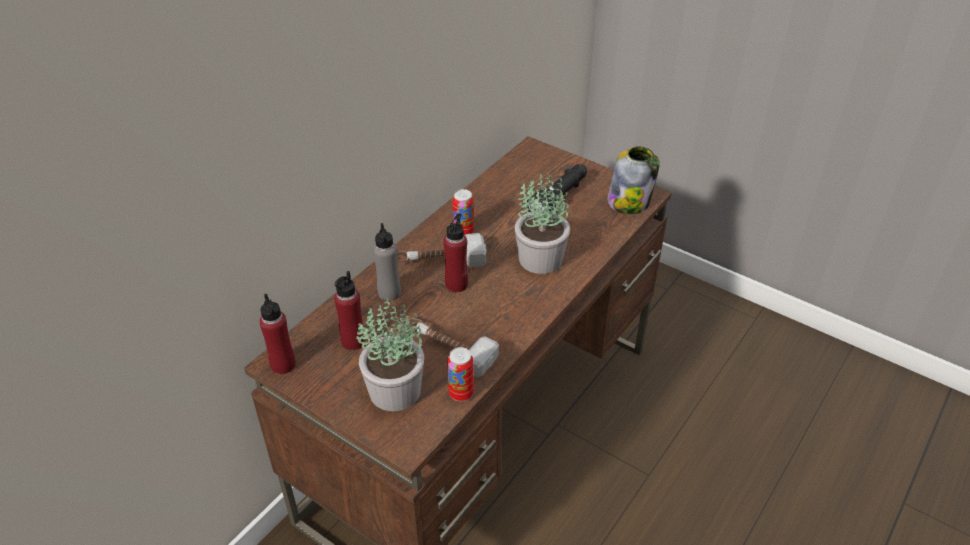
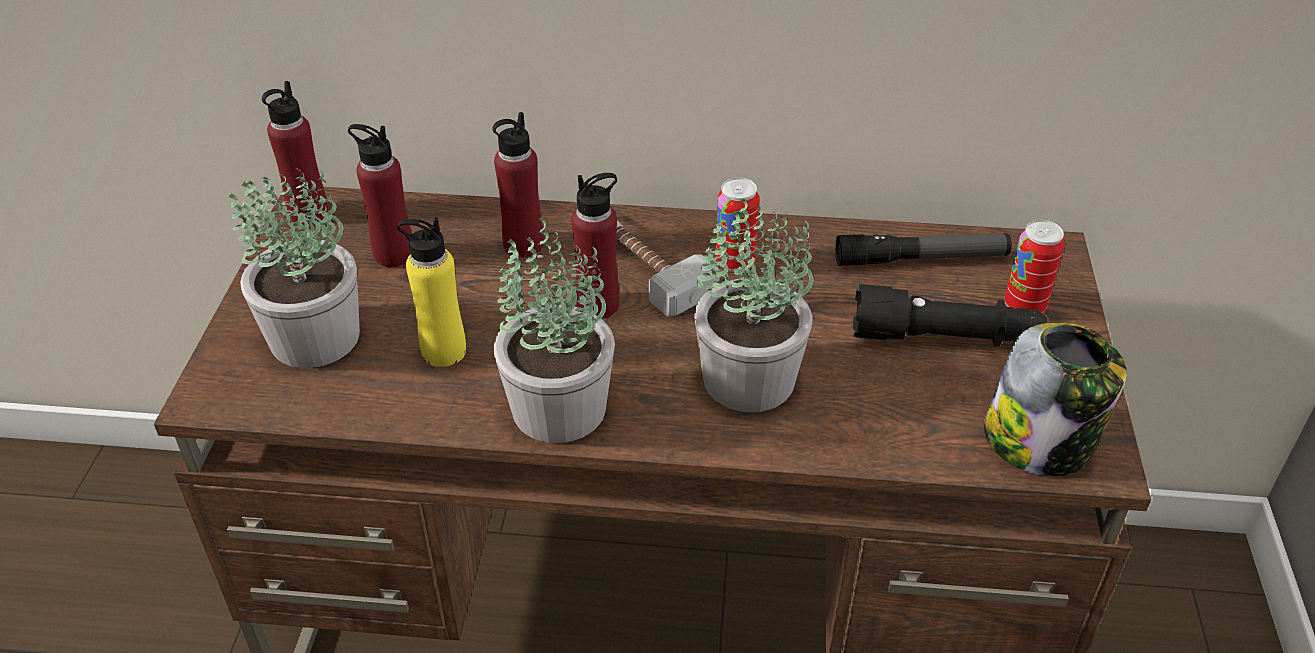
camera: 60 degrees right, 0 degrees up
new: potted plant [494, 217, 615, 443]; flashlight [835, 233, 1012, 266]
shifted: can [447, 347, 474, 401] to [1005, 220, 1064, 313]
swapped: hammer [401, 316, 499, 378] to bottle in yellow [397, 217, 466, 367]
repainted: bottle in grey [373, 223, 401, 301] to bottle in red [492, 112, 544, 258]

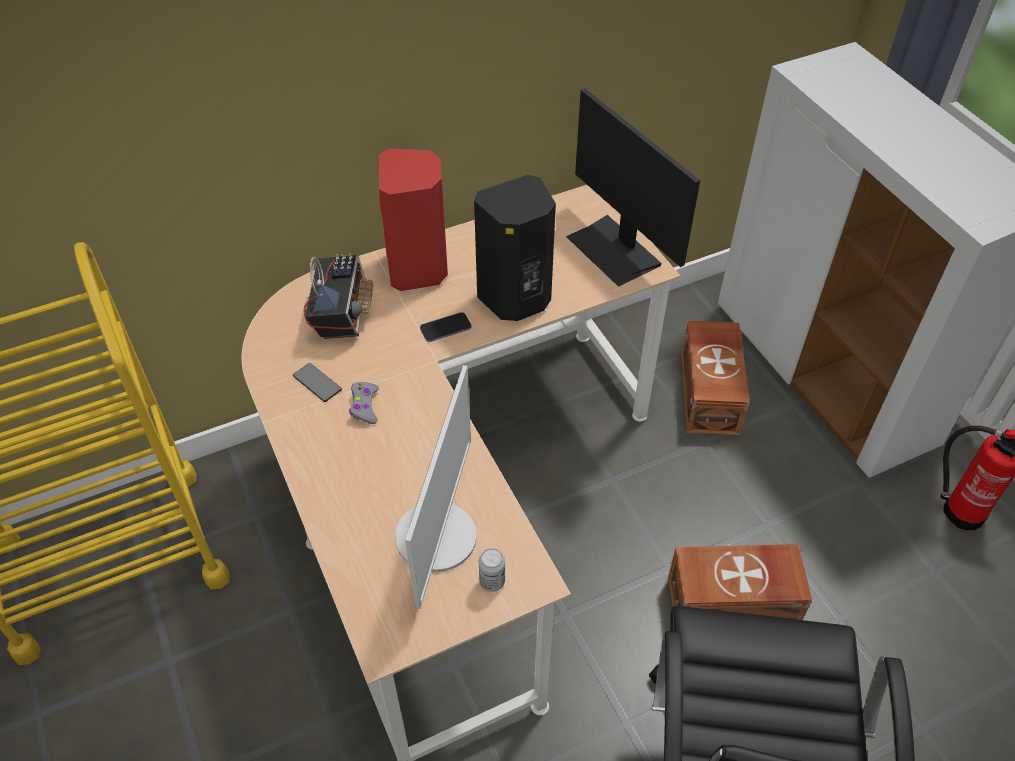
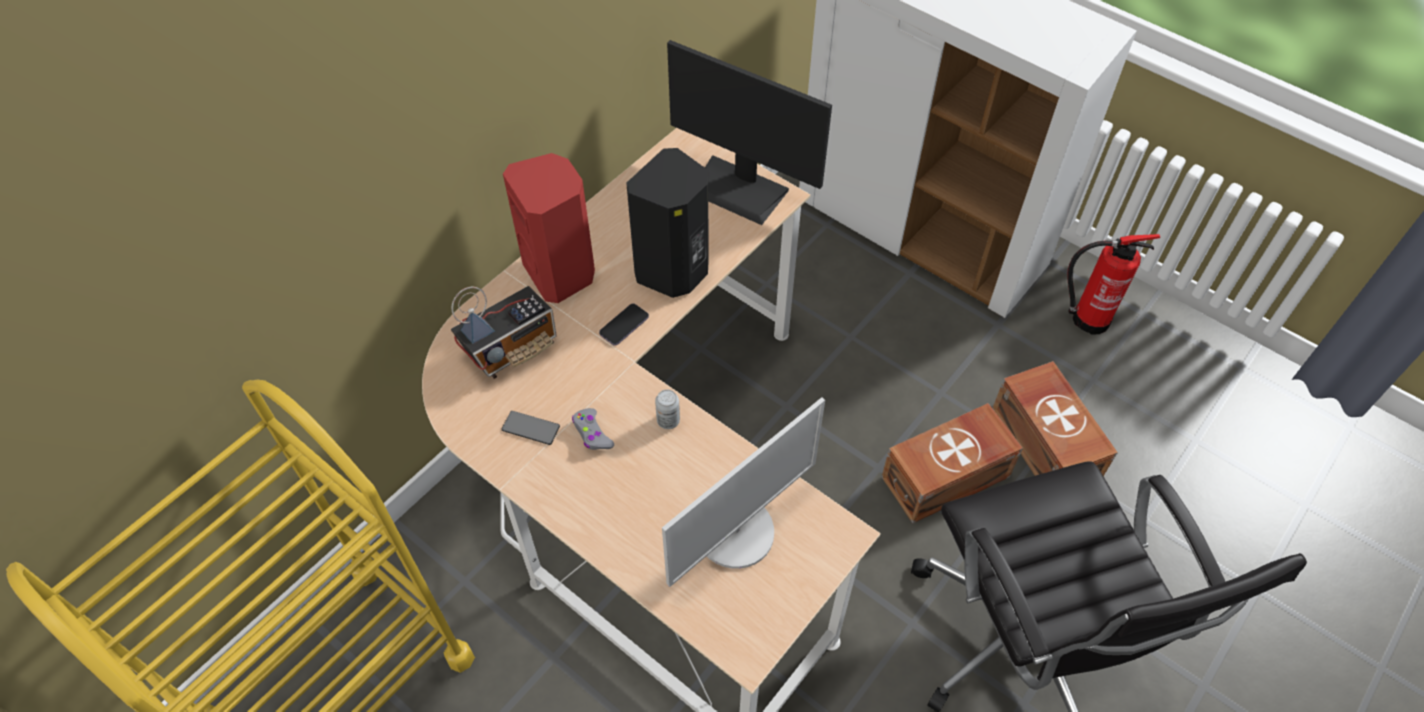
camera: 25 degrees left, 5 degrees up
shifted: storage box in brown [681, 321, 749, 436] to [992, 361, 1118, 476]; can [479, 548, 505, 592] to [655, 389, 680, 429]
rotated: radio [304, 253, 373, 339] = [451, 286, 557, 379] 75 degrees clockwise; monitor [395, 365, 476, 609] = [662, 397, 825, 587] 60 degrees clockwise

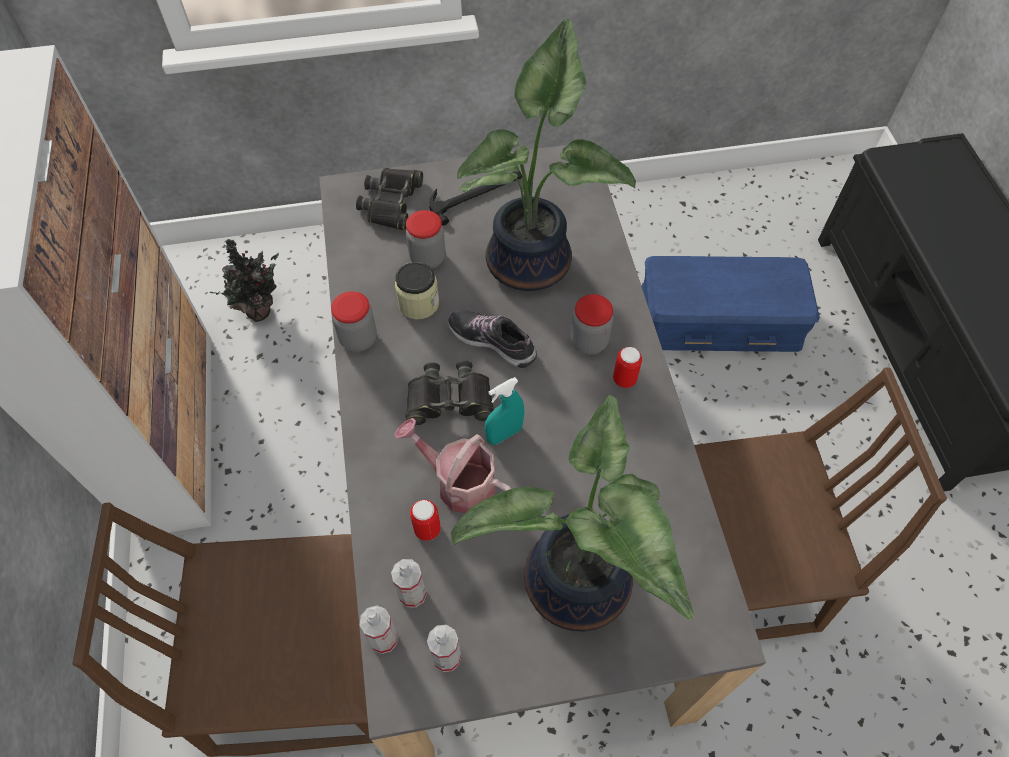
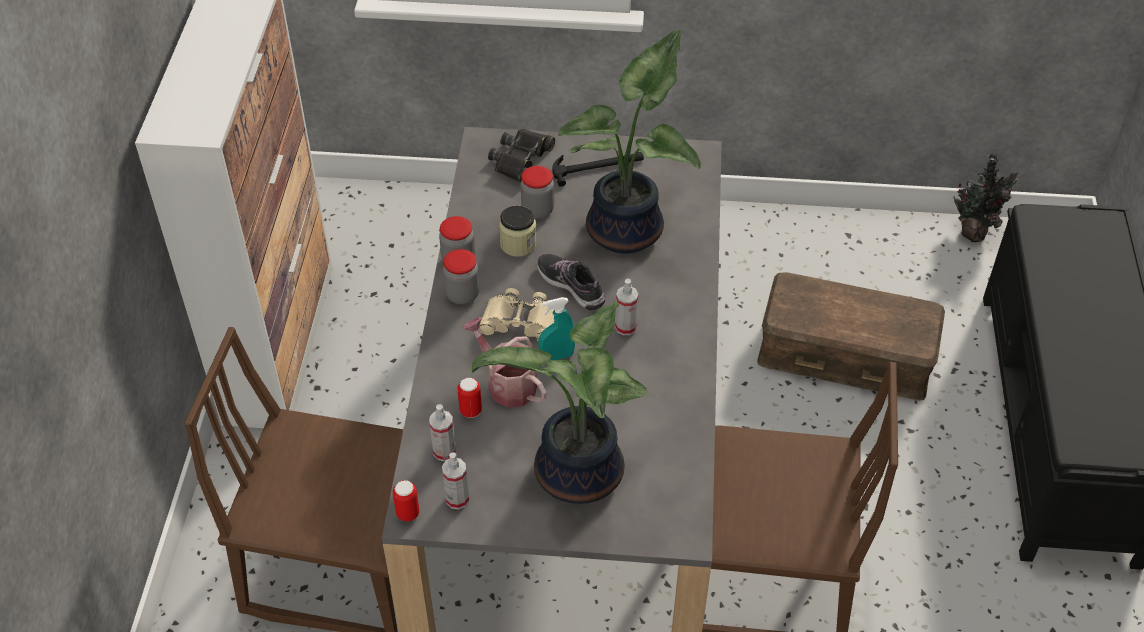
camera: 15 degrees right, 10 degrees down
shifted: potted plant [210, 239, 279, 322] to [953, 154, 1019, 242]; jar [570, 294, 613, 355] to [443, 249, 480, 304]; can [613, 347, 642, 388] to [393, 480, 419, 522]; spray bottle [360, 605, 398, 654] to [615, 279, 638, 335]
repainted: storage box in blue [641, 256, 820, 352] to storage box in brown [757, 272, 945, 400]; binoculars in black [406, 360, 494, 426] to binoculars in beige [478, 288, 554, 341]

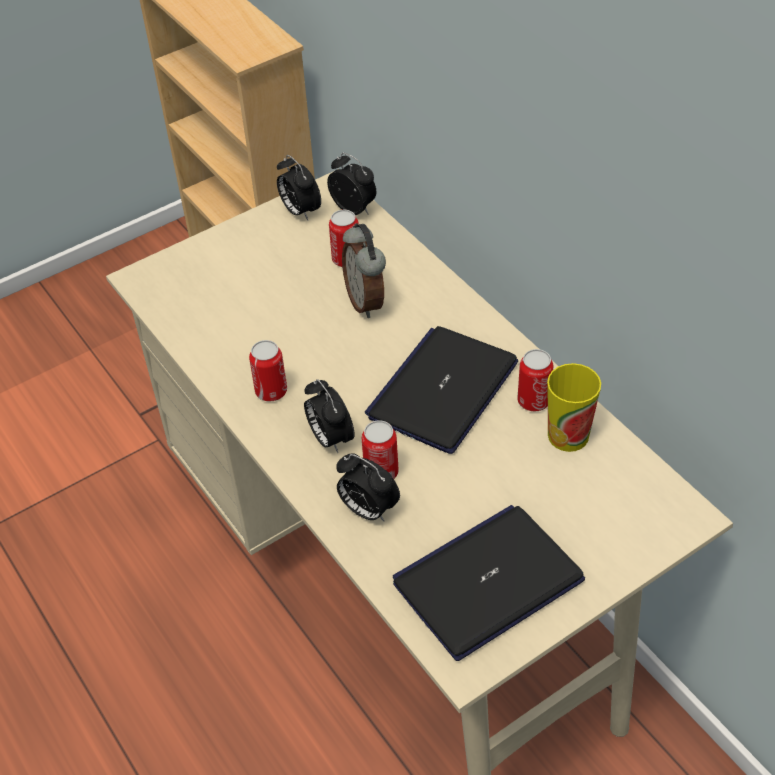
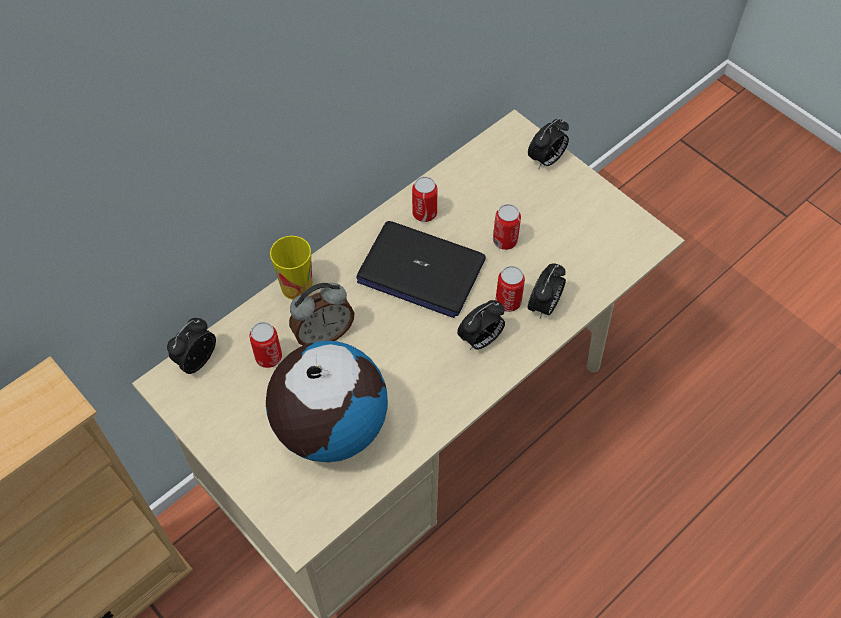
camera: 100 degrees left, 10 degrees up
gone: laptop [393, 505, 585, 661]
new: globe [266, 341, 388, 462]
shifted: alarm clock [277, 155, 321, 221] to [528, 118, 569, 169]; can [249, 340, 287, 402] to [493, 204, 521, 250]; cup [547, 363, 601, 452] to [270, 236, 313, 300]

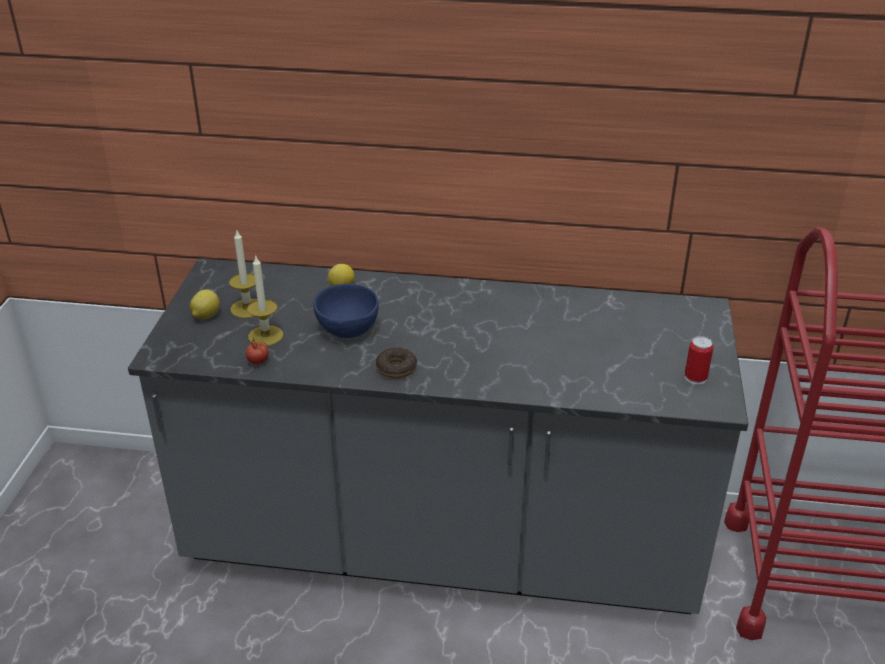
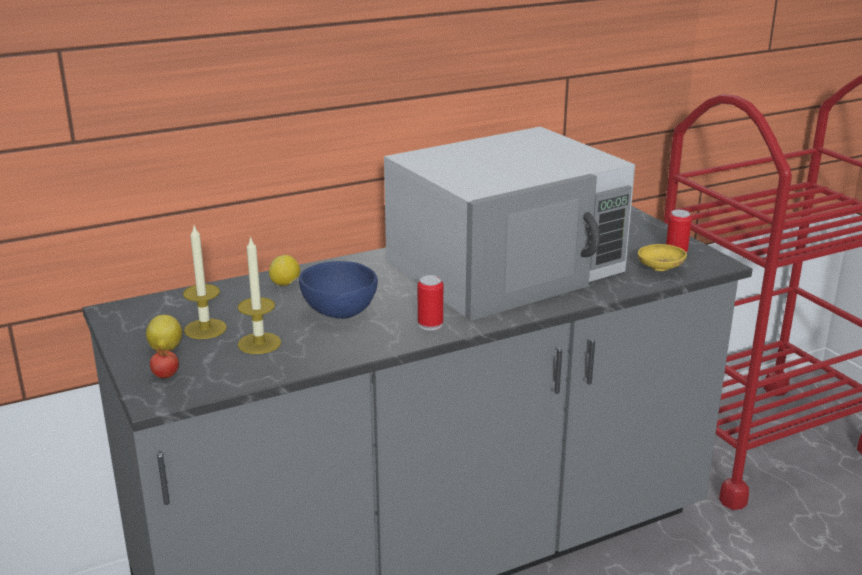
camera: 35 degrees left, 10 degrees down
new: microwave in white [384, 127, 635, 321]; bowl in yellow [638, 244, 687, 271]
shifted: tomato [246, 337, 269, 365] to [150, 345, 179, 378]
swapped: donut [376, 347, 417, 379] to can [418, 275, 444, 331]

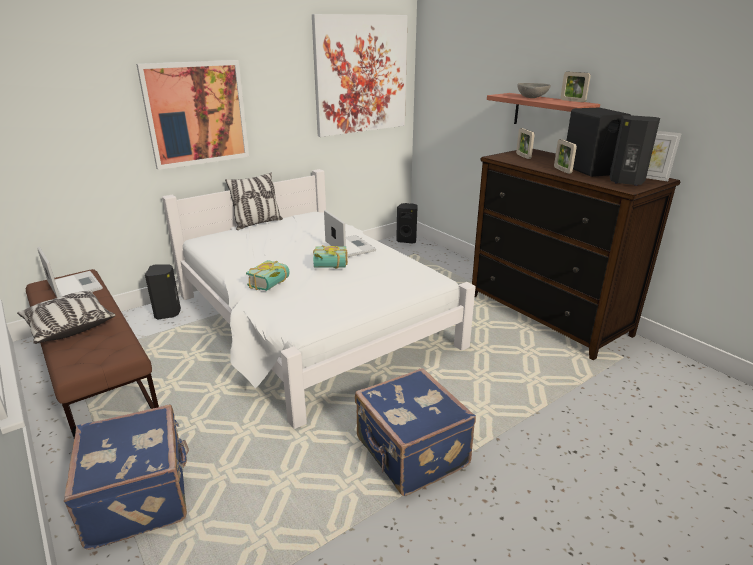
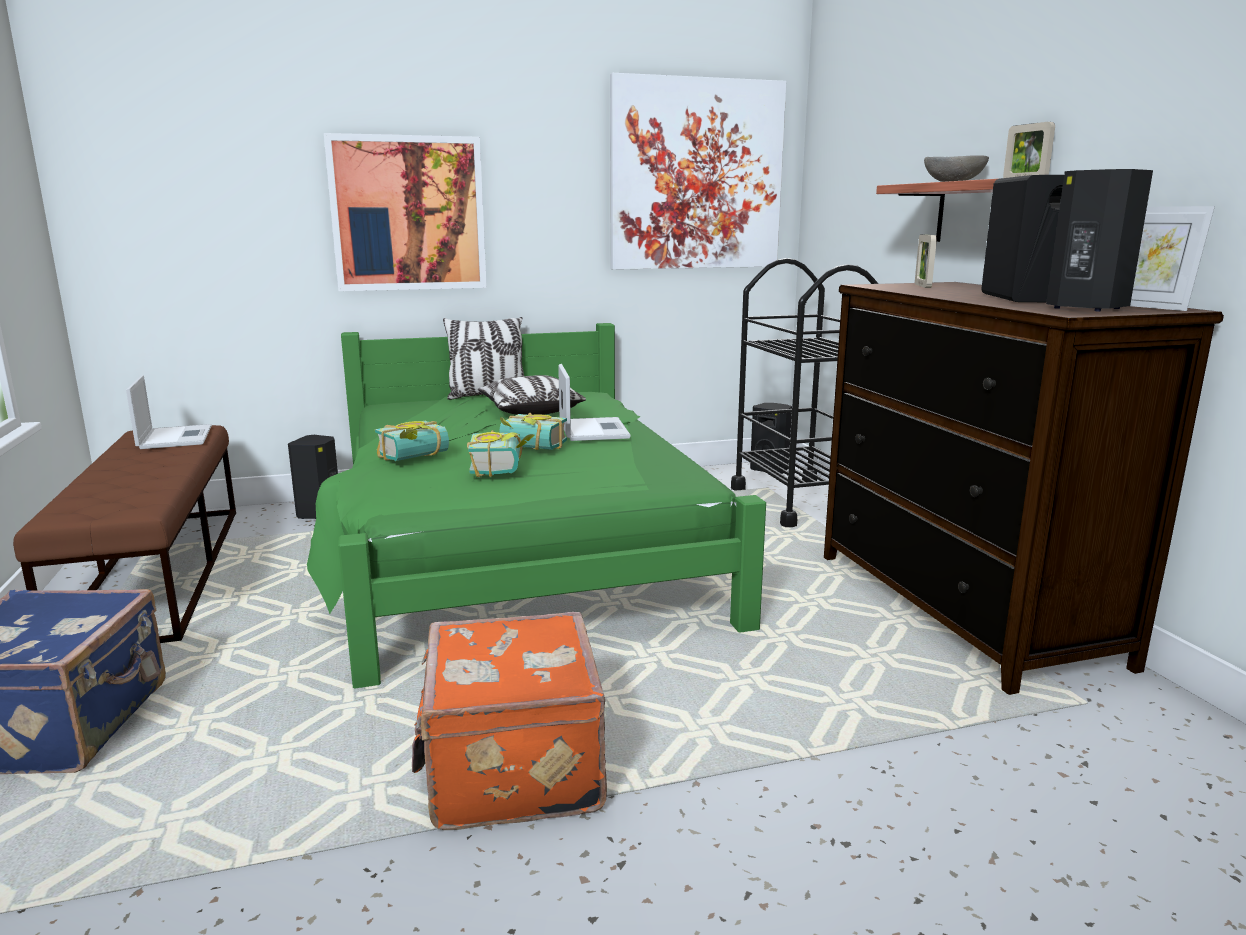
camera: 20 degrees right, 10 degrees down
gone: picture frame [554, 139, 577, 174]
new: cart in black [731, 258, 878, 527]; book [467, 430, 535, 477]
shifted: pillow [17, 291, 115, 344] to [478, 375, 586, 415]
repainted: bed in white [162, 169, 476, 429] to bed in green [307, 323, 766, 688]; suitcase in blue [355, 368, 476, 496] to suitcase in orange [412, 612, 607, 830]

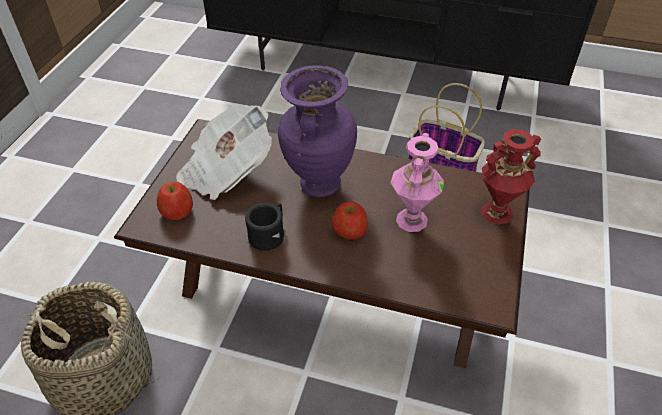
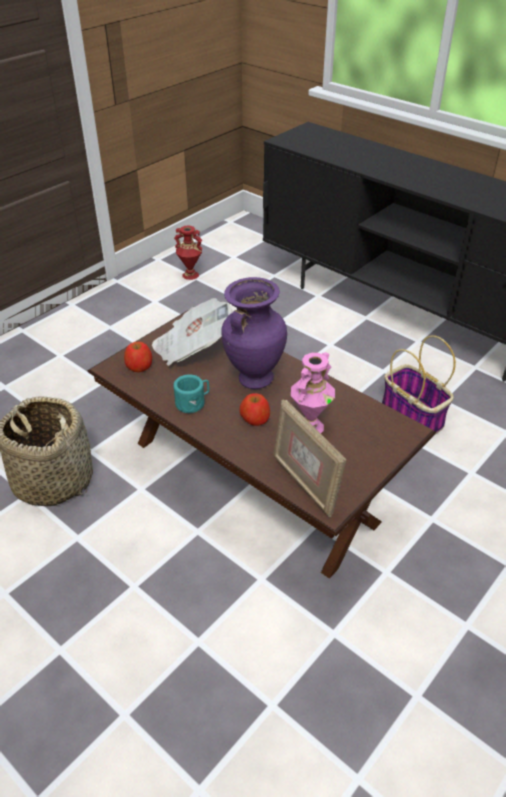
camera: 25 degrees right, 5 degrees down
new: picture frame [273, 400, 346, 518]
shifted: vase in red [481, 129, 541, 225] to [174, 225, 203, 280]
repainted: mug in black [245, 203, 284, 251] to mug in turquoise [173, 374, 209, 413]

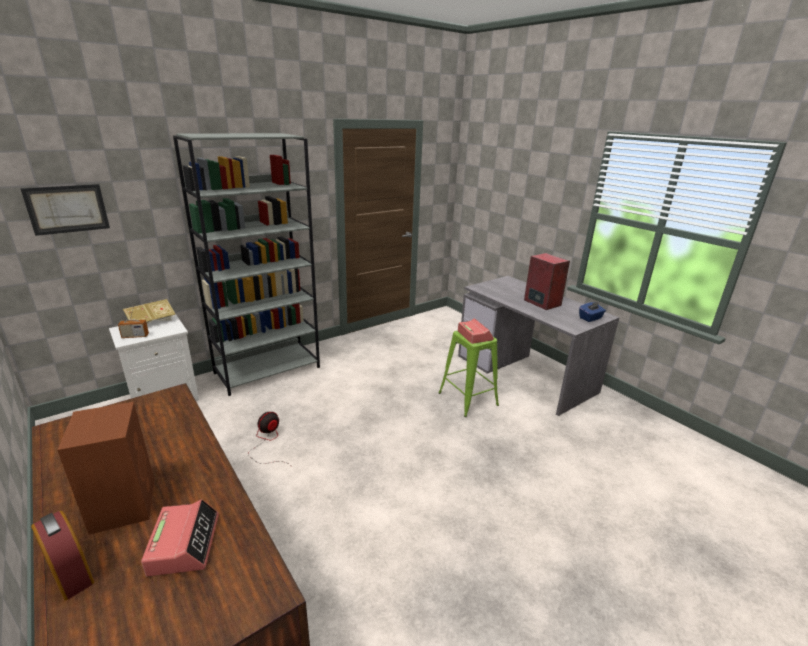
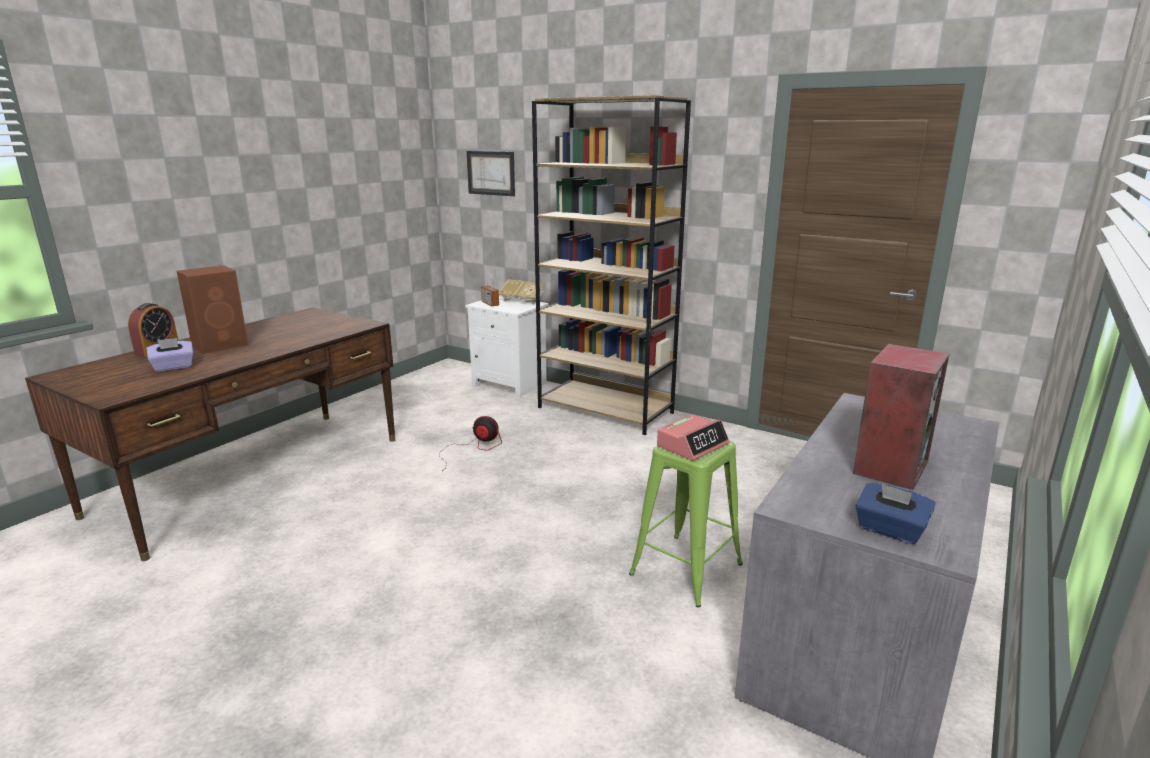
camera: 70 degrees right, 5 degrees down
swapped: alarm clock [141, 499, 219, 576] to tissue box in purple [146, 338, 193, 372]
repainted: bookcase in grey [173, 133, 320, 396] to bookcase in brown [532, 95, 691, 435]

